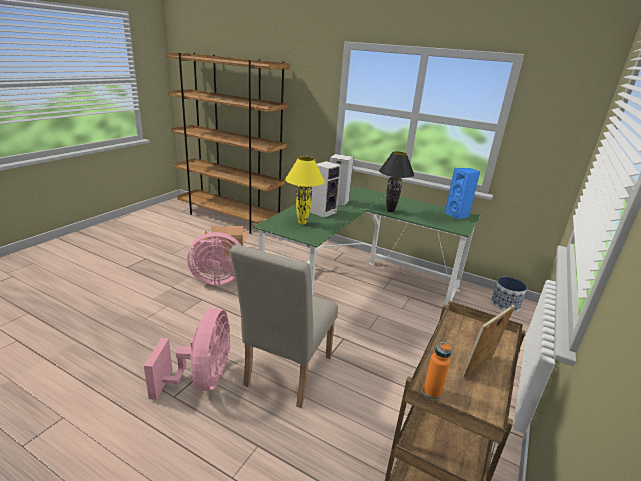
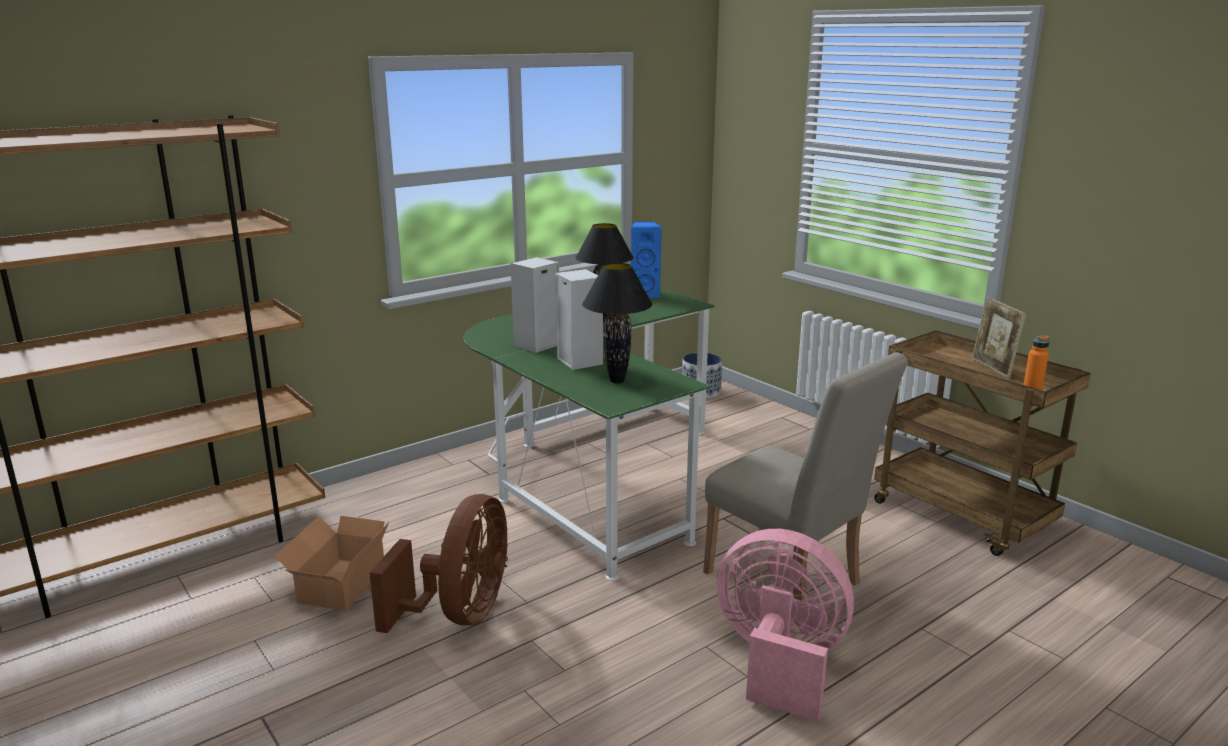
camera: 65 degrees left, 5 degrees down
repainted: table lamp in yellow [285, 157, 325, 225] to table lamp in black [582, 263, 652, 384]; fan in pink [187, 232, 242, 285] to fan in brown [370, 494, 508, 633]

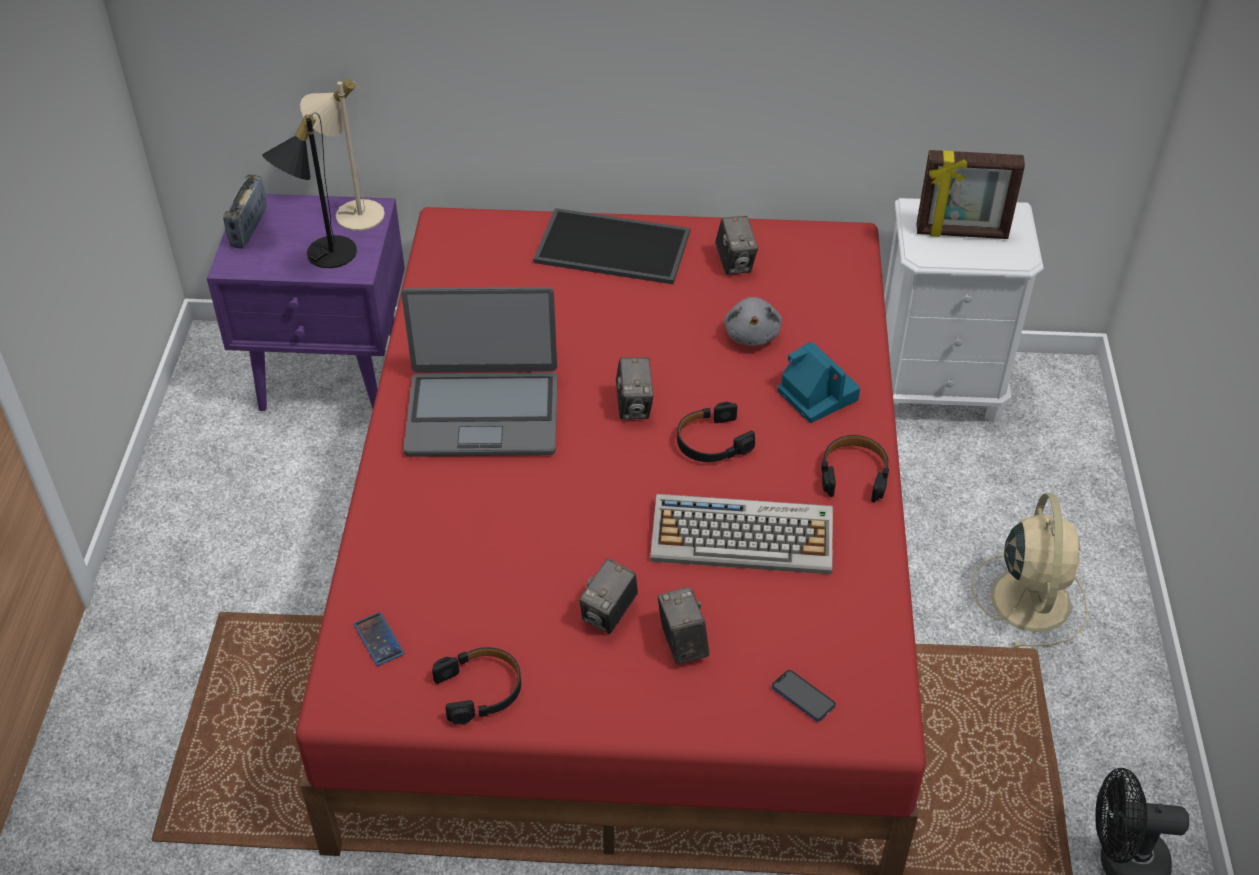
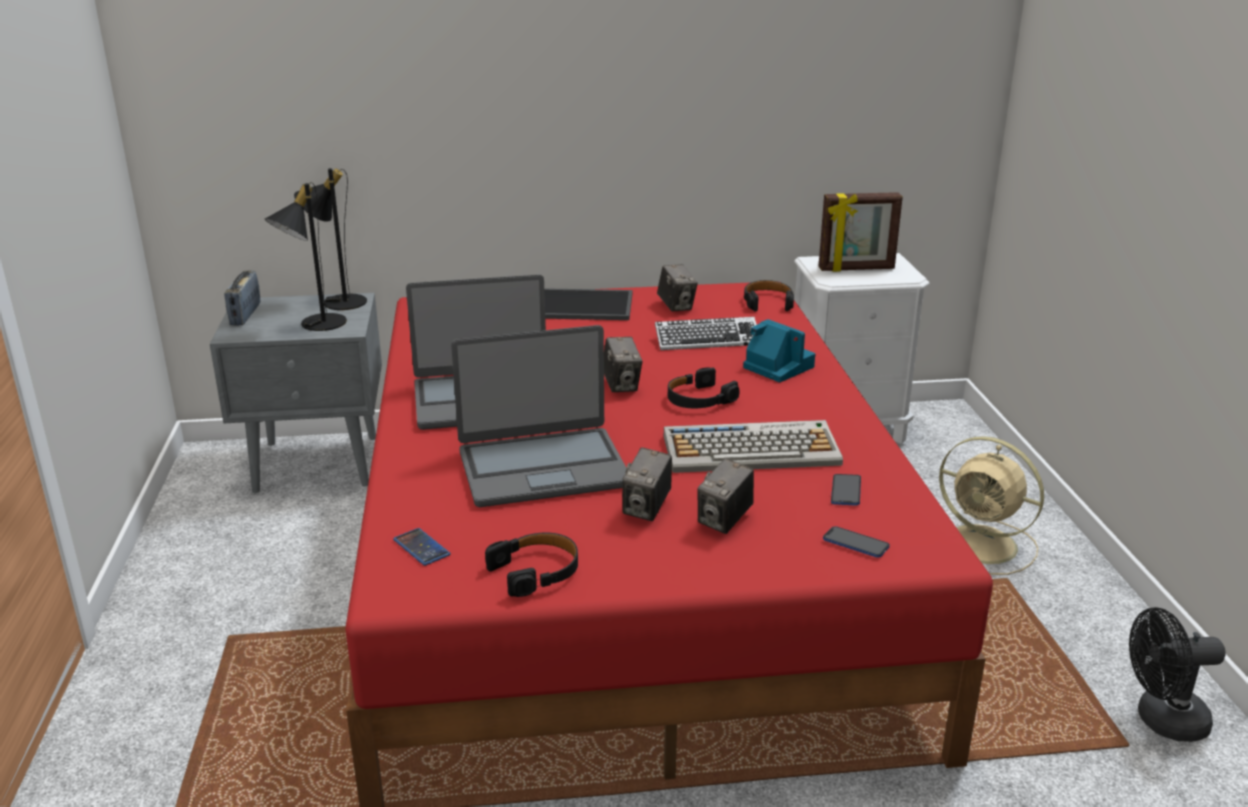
camera: 10 degrees left, 20 degrees down
new: laptop [451, 325, 626, 507]; phone [831, 474, 861, 506]
shifted: headphones in black [821, 435, 890, 502] to [744, 280, 794, 312]
swapped: plush toy in grey [724, 297, 782, 346] to keyboard [655, 317, 757, 350]
repainted: table lamp in beige [300, 79, 385, 231] to table lamp in black [294, 168, 367, 310]; nightstand in purple [207, 194, 405, 411] to nightstand in grey [210, 293, 382, 493]
rotated: fan in beige [971, 493, 1088, 648] = [939, 436, 1044, 575] 135 degrees clockwise; photo camera [658, 587, 709, 664] = [697, 458, 754, 534] 120 degrees counterclockwise

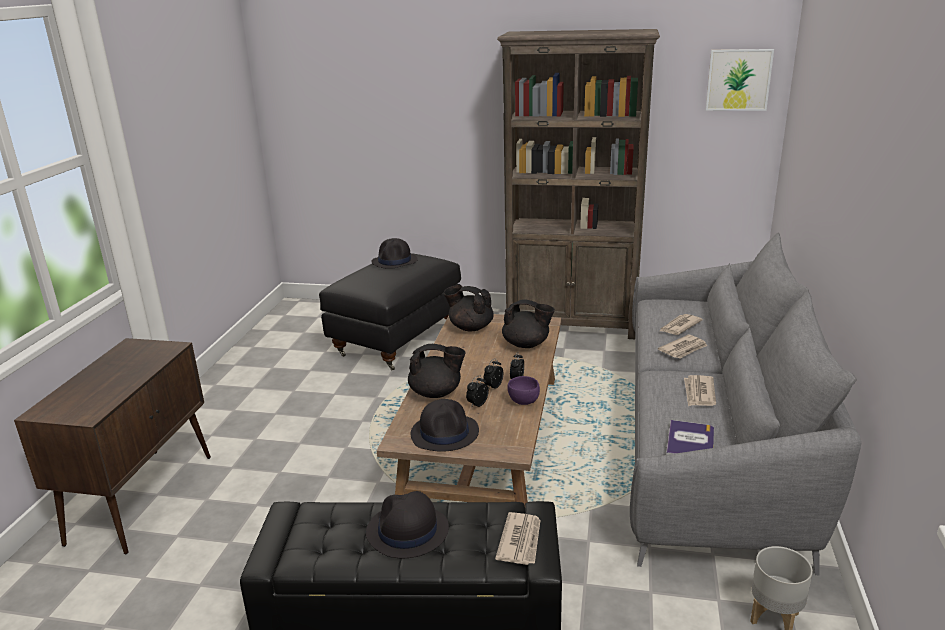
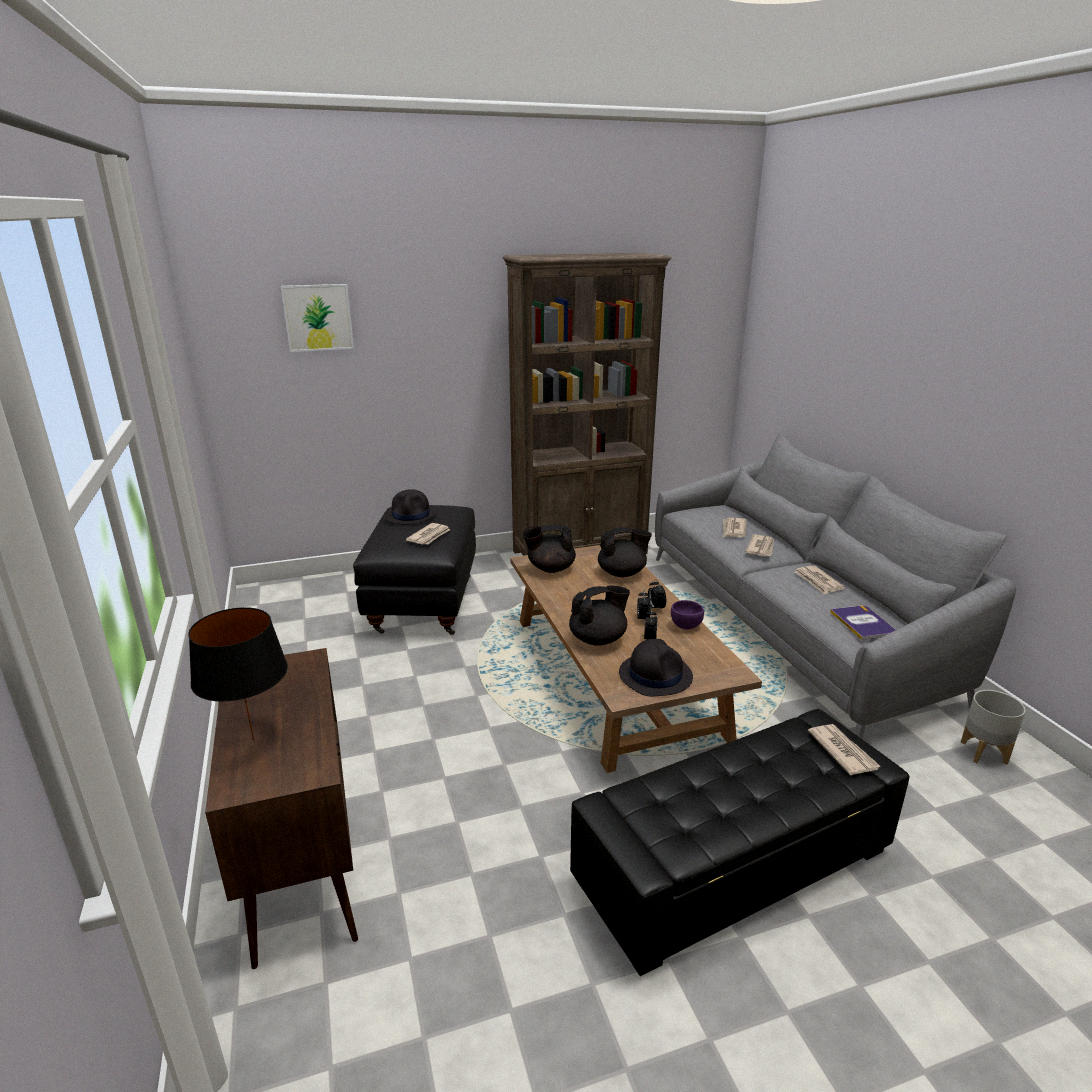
camera: 30 degrees left, 0 degrees up
gone: hat in black [366, 491, 449, 558]
new: newspaper [406, 523, 450, 545]; table lamp in black [188, 607, 288, 741]
shifted: picture [706, 49, 774, 111] to [281, 284, 354, 352]

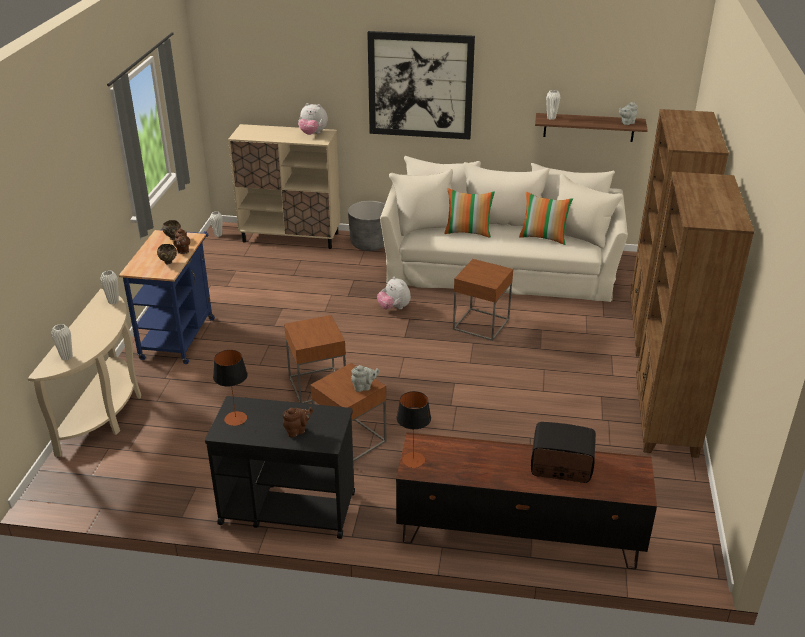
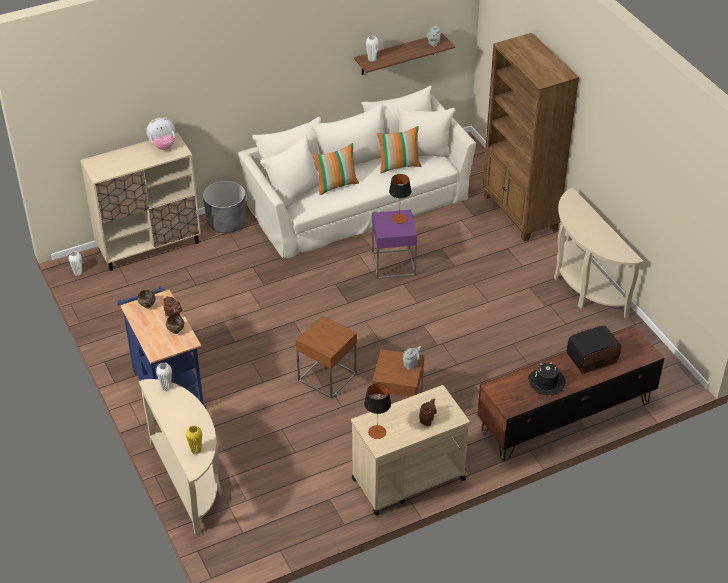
camera: 35 degrees left, 10 degrees up
gone: picture [367, 31, 475, 139]; plush toy [377, 277, 411, 310]
new: hat in black [528, 362, 565, 395]
shifted: table lamp [397, 391, 431, 468] to [389, 174, 411, 224]
swapped: bookcase in brown [636, 172, 754, 458] to console table in beige [554, 188, 643, 318]
repainted: side table in brown [453, 259, 513, 341] to side table in purple [372, 210, 417, 279]; vase in white [51, 324, 73, 360] to vase in yellow [186, 425, 202, 454]; cart in black [205, 396, 355, 539] to cart in beige [351, 385, 470, 515]

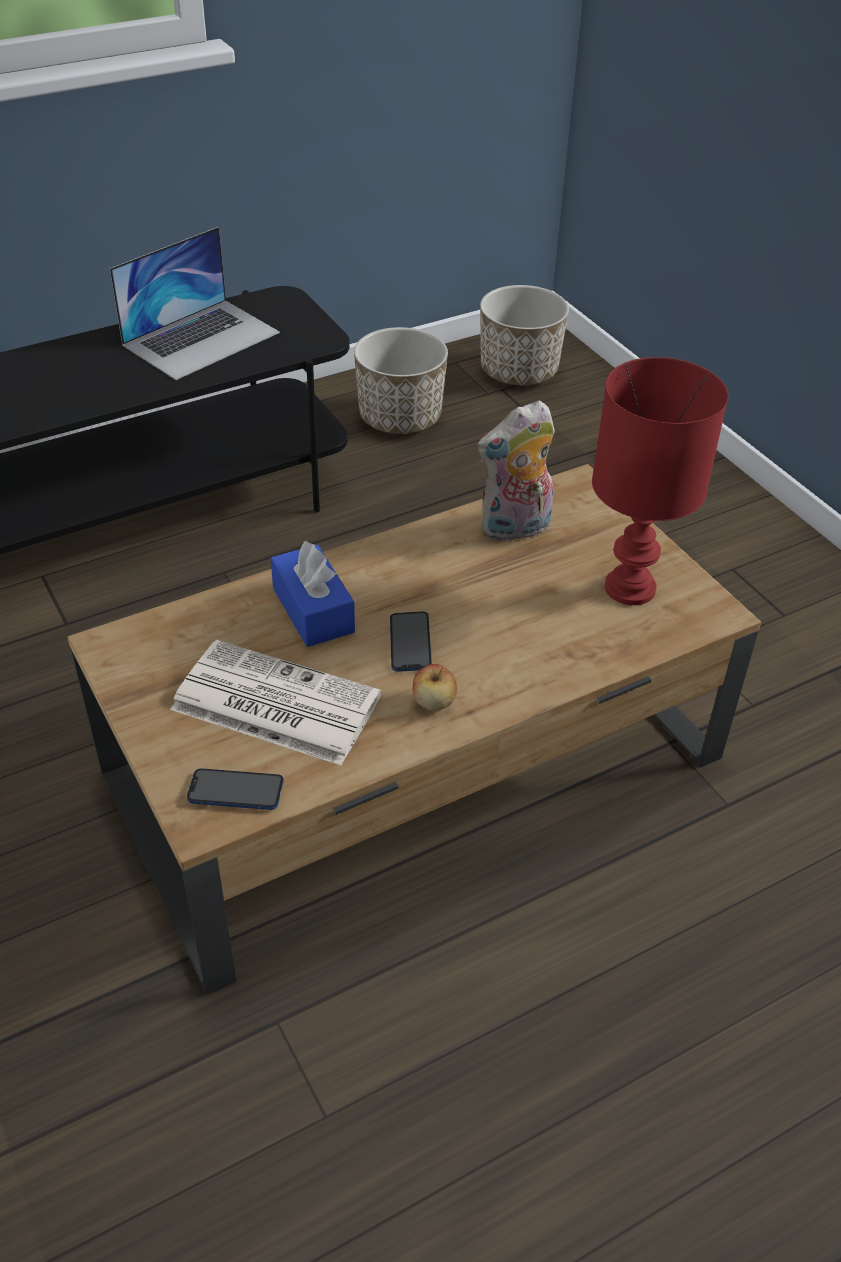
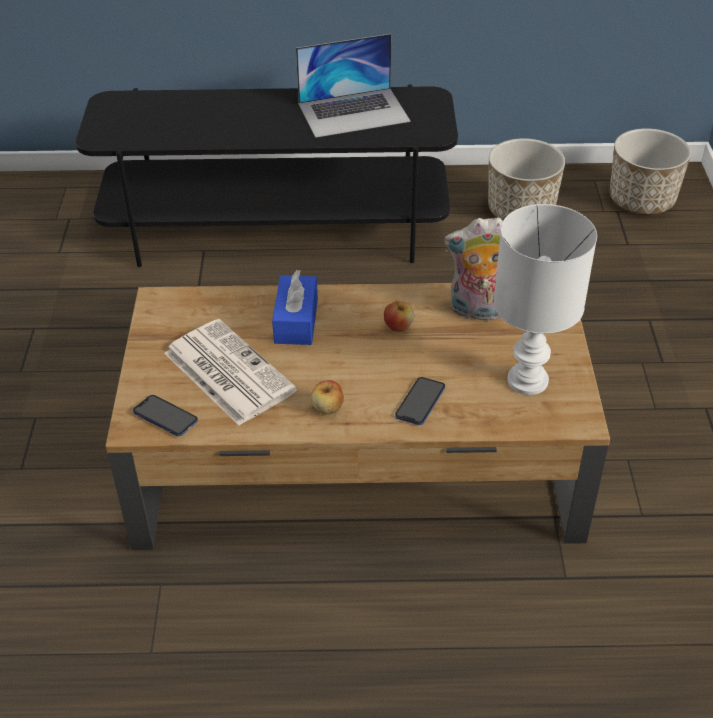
camera: 30 degrees right, 0 degrees up
new: apple [384, 301, 415, 332]
shifted: phone [390, 611, 432, 672] to [395, 377, 445, 425]
repainted: table lamp in red [592, 357, 728, 605] to table lamp in white [493, 204, 597, 395]

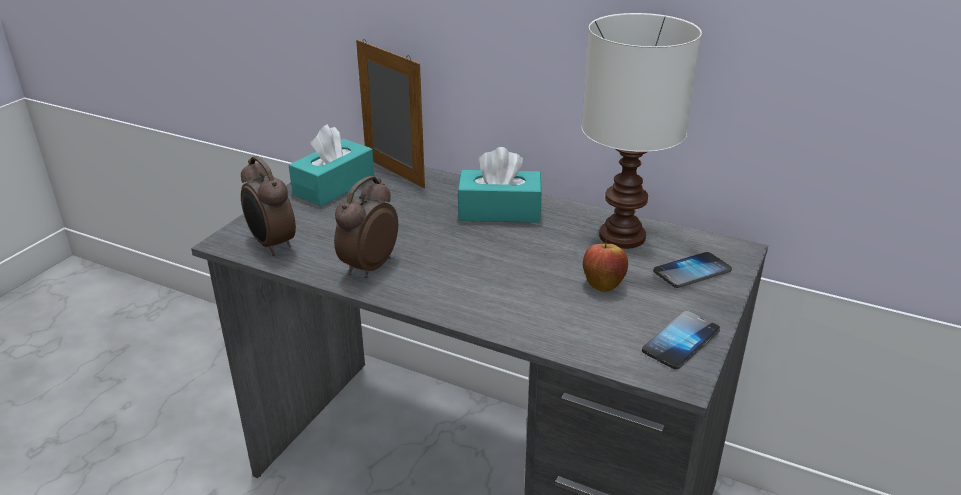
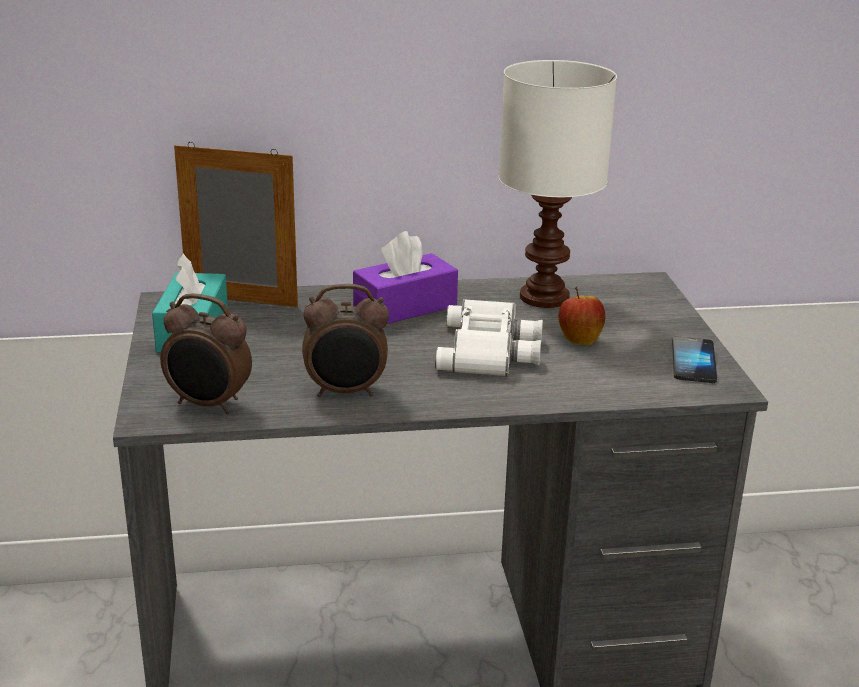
camera: 35 degrees left, 5 degrees down
gone: phone [653, 252, 732, 288]
new: binoculars in white [435, 299, 543, 377]
repainted: tissue box in turquoise [457, 147, 542, 223] to tissue box in purple [353, 231, 458, 324]
rotated: alarm clock [334, 176, 398, 278] = [302, 284, 389, 397] 90 degrees counterclockwise

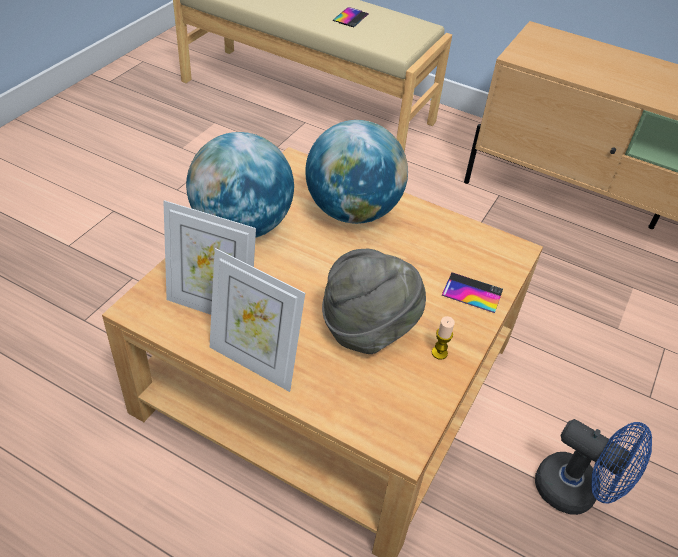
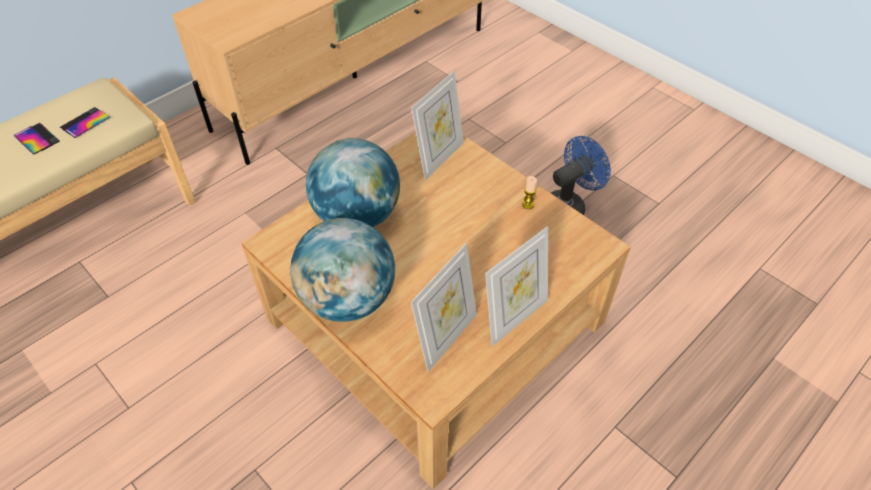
camera: 70 degrees left, 5 degrees up
gone: hat in grey [322, 249, 426, 354]
new: picture frame [411, 71, 464, 180]
shifted: phone [442, 272, 503, 313] to [60, 107, 110, 138]

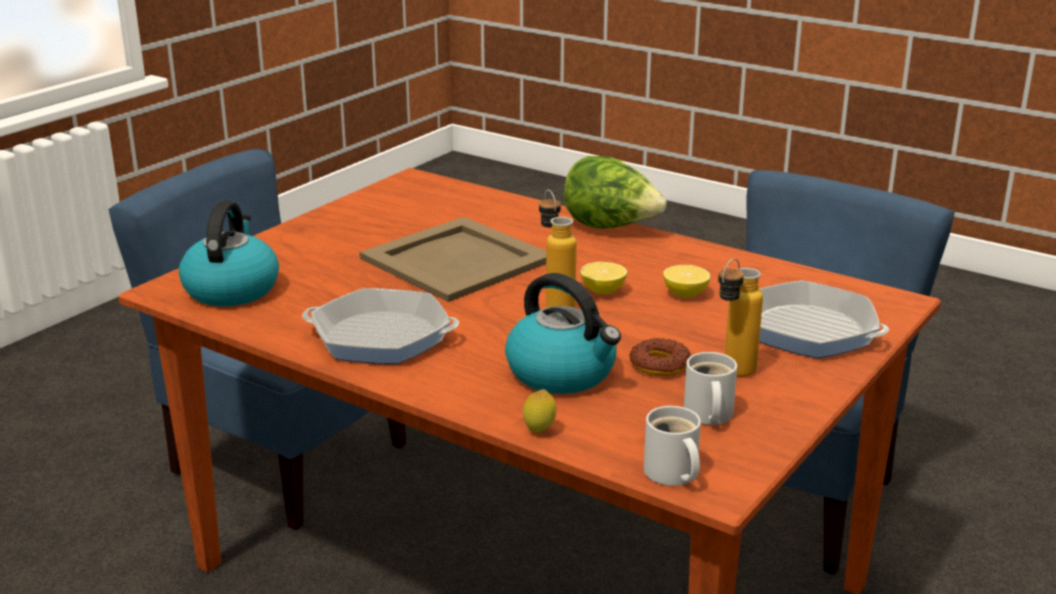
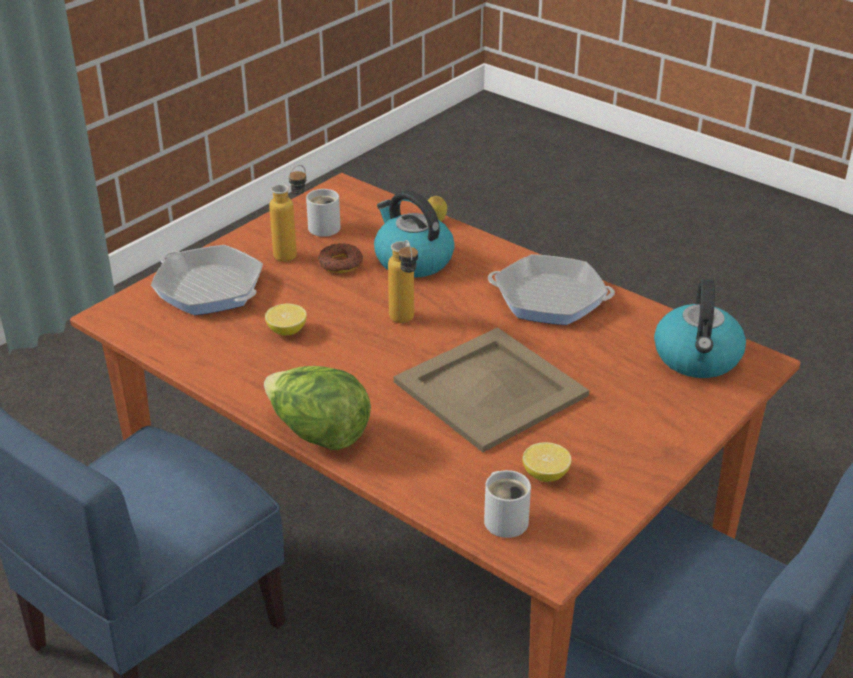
camera: 175 degrees left, 10 degrees up
shifted: lemon [580, 262, 627, 295] to [522, 442, 571, 482]; mug in white [644, 406, 701, 486] to [484, 470, 531, 538]

